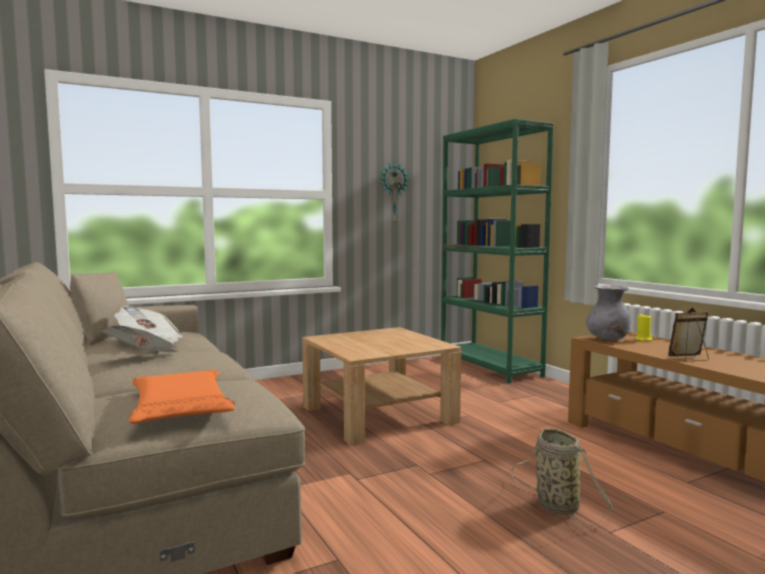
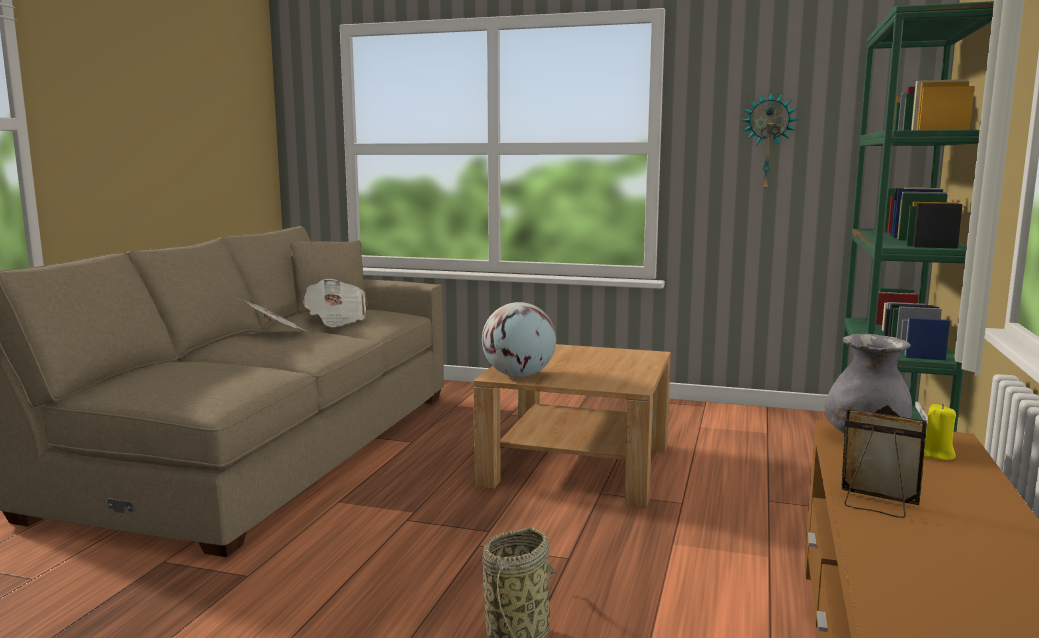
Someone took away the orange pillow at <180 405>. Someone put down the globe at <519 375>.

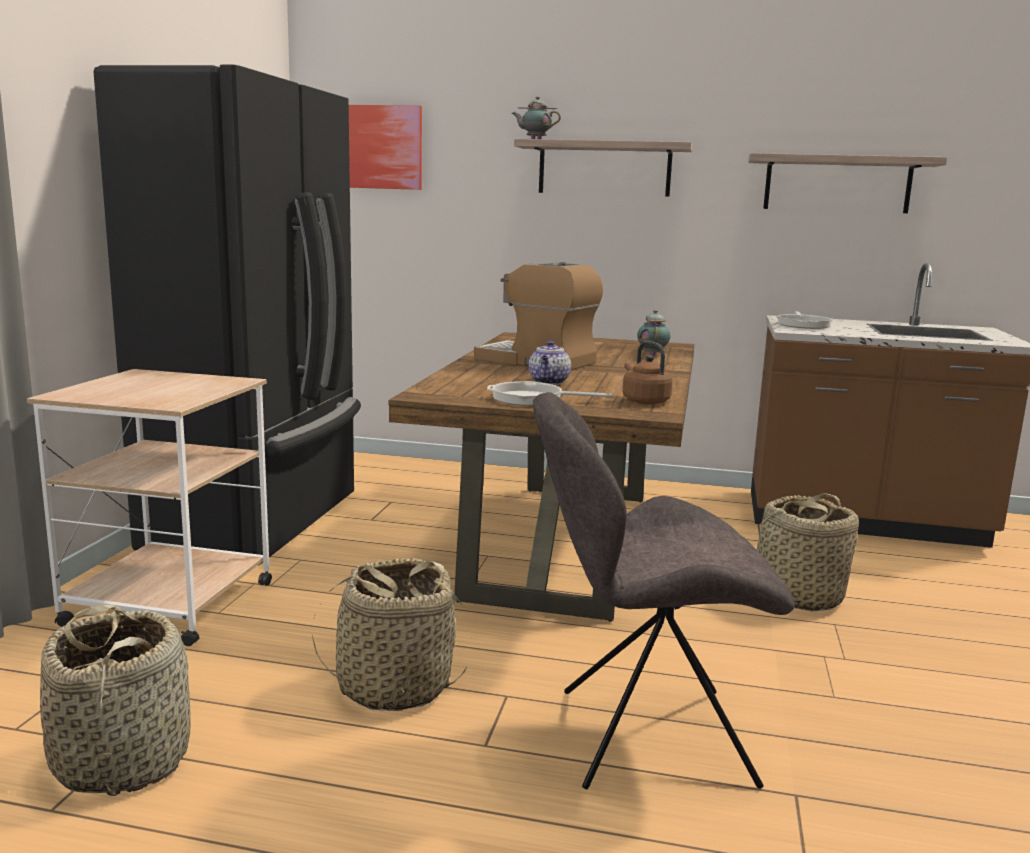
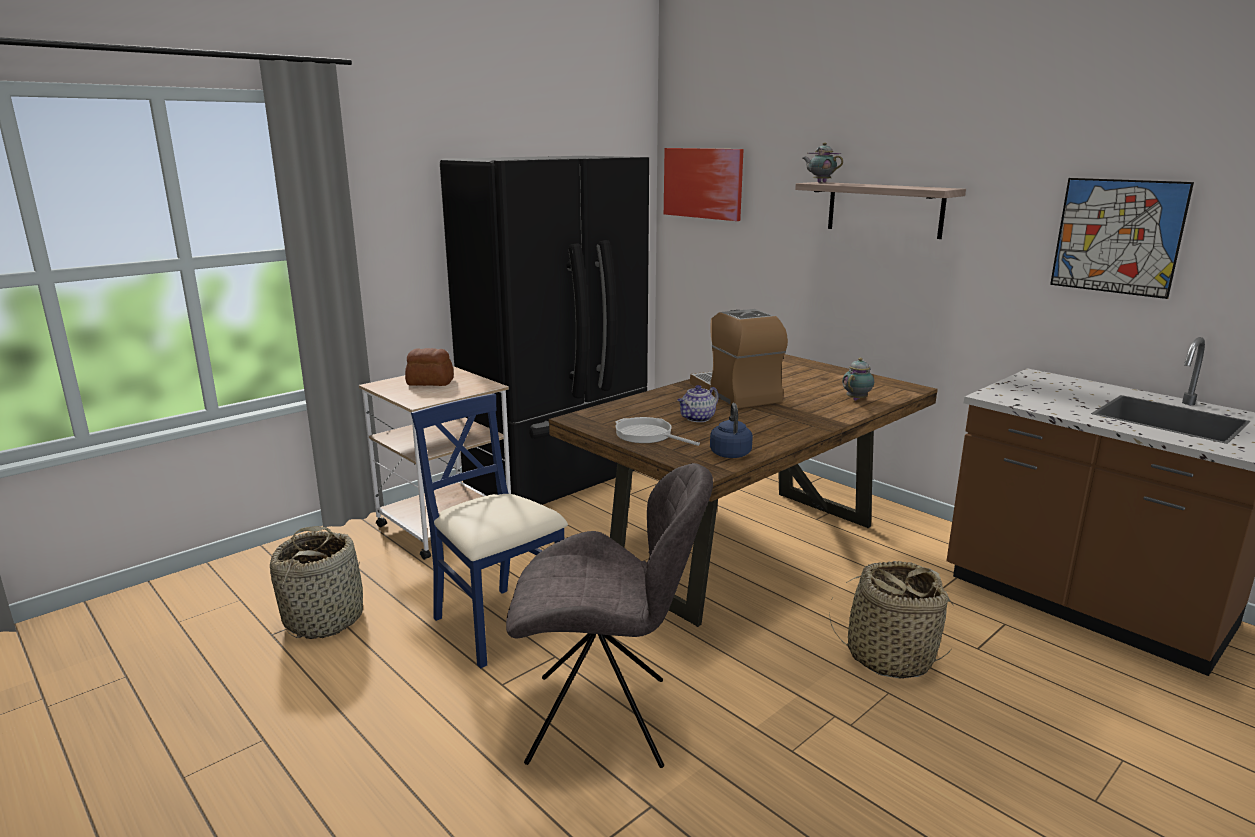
Someone took away the frying pan at <803 324>. Someone put down the bread at <430 382>. Someone swapped the basket at <394 686> for the blue chair at <498 625>. Someone swapped the shelf at <837 184> for the picture at <1117 236>. Someone repainted the brown kettle at <644 401>, which became the blue kettle at <730 453>. Someone rotated the grey chair at <645 736> by 150 degrees clockwise.

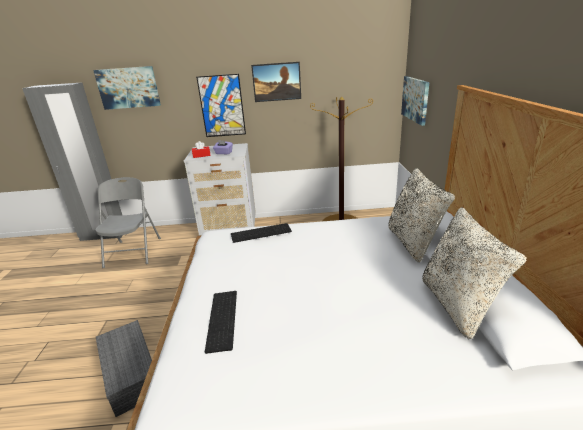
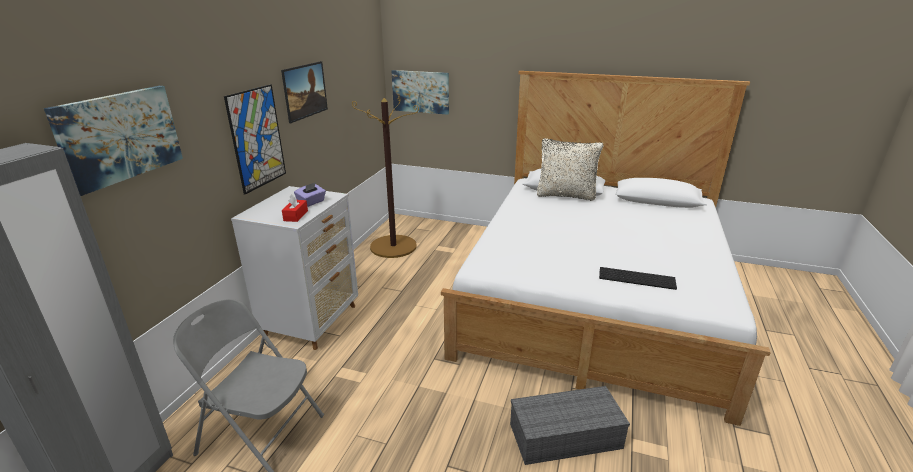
Someone took away the keyboard at <261 232>. Someone took away the beige pillow at <456 308>.

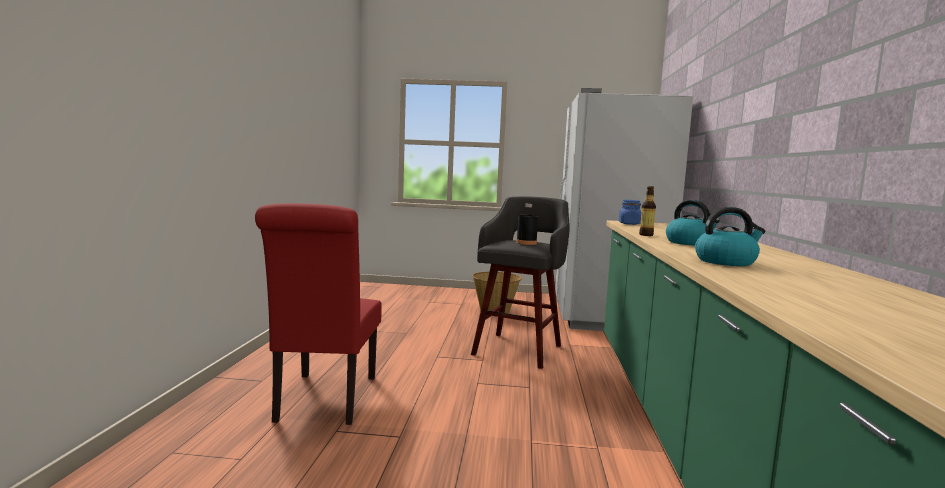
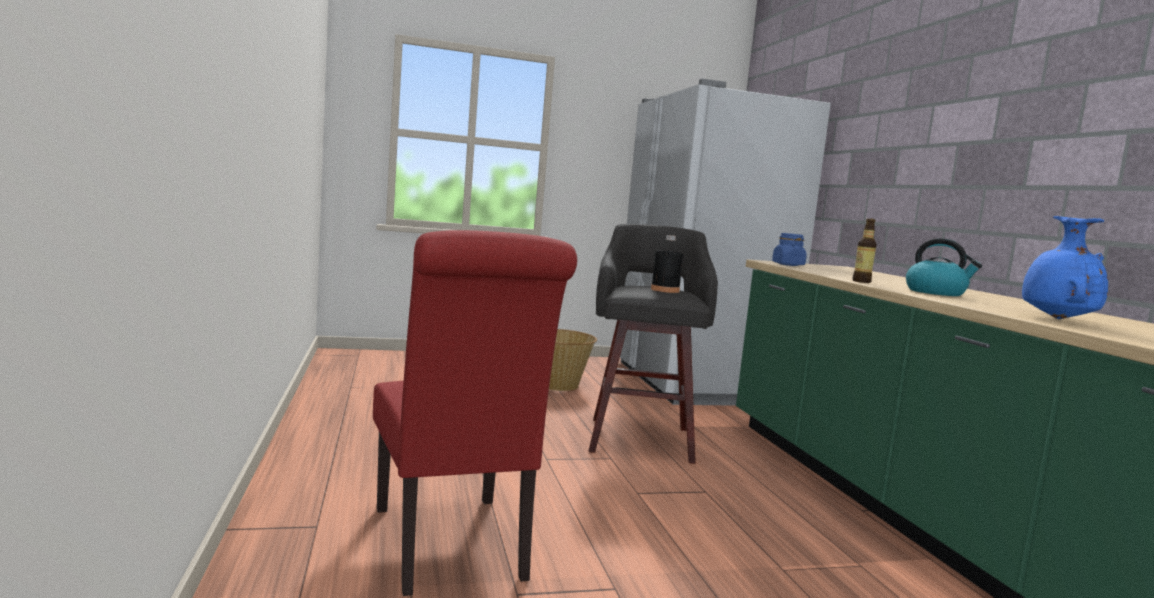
Someone swapped the kettle at <726 262> for the blue vase at <1056 318>.

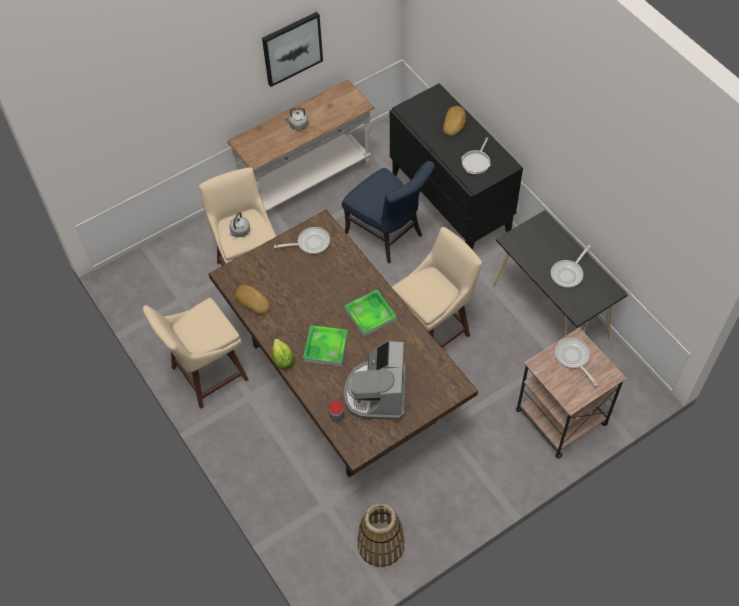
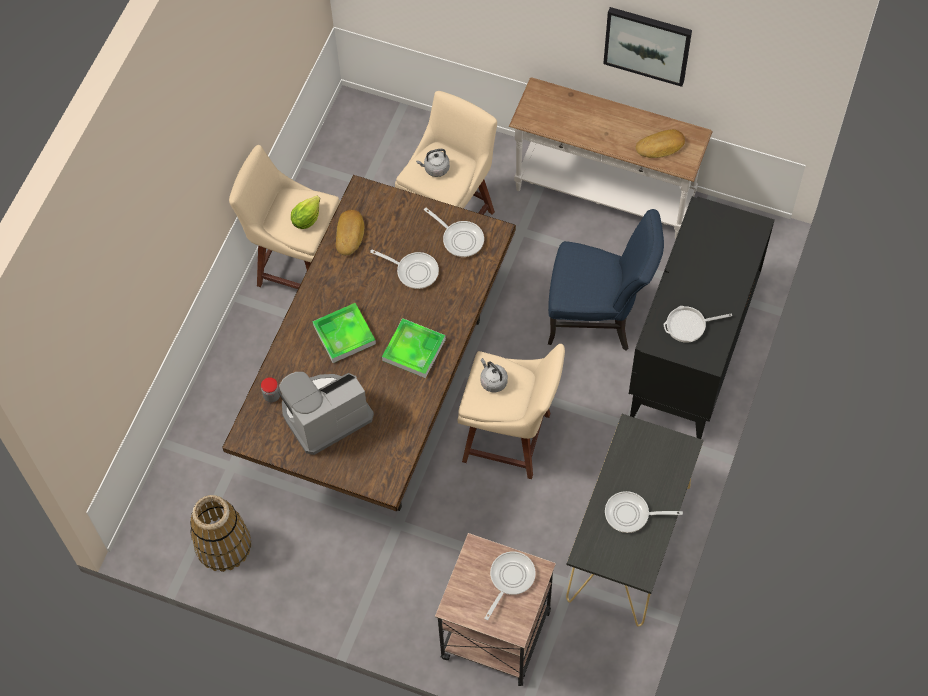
Someone put down the frying pan at <414 271>. Someone carried the lettuce from <283 360> to <306 219>. Someone carried the grey kettle from <297 125> to <492 381>. Someone carried the bread from <454 123> to <660 147>. Someone rotated the blue chair at <388 235> by 90 degrees counterclockwise.

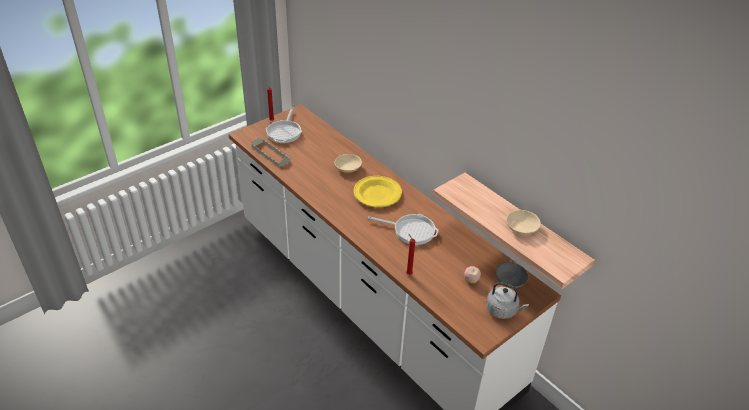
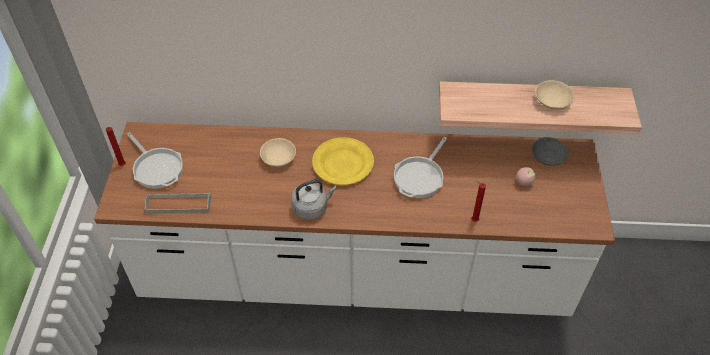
Someone carried the grey kettle from <503 310> to <312 208>. Someone rotated the frying pan at <411 231> by 150 degrees clockwise.

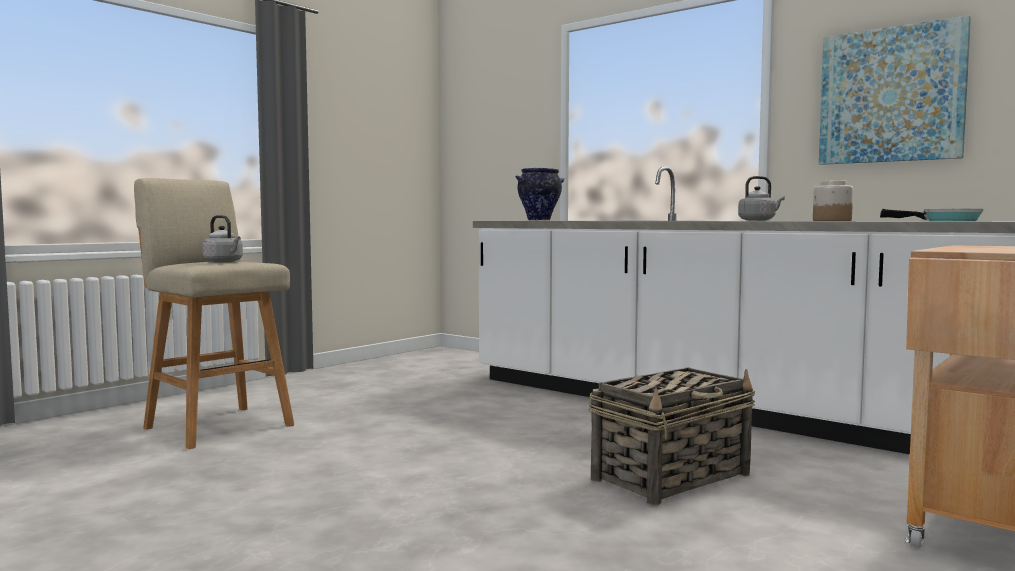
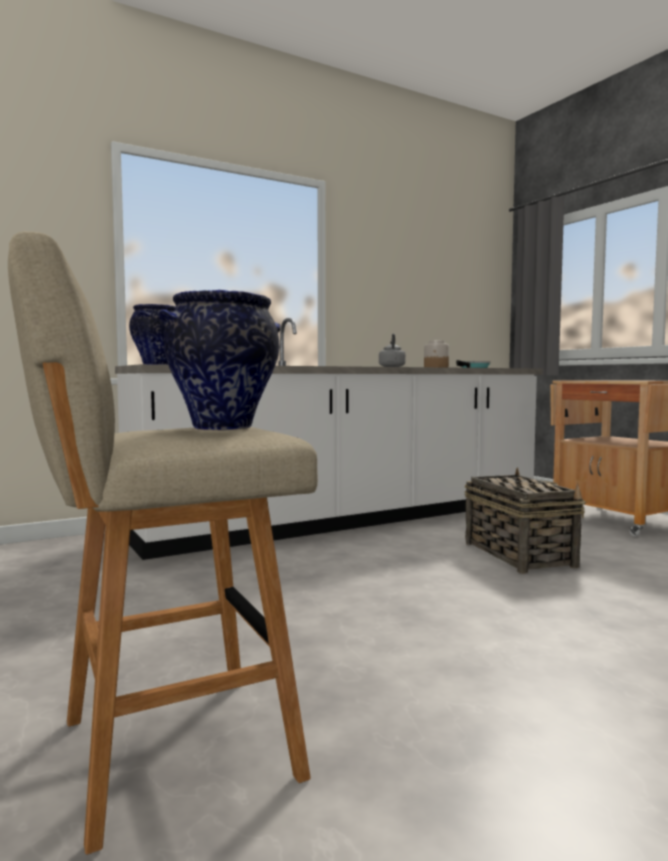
Someone took away the picture at <891 95>. Someone swapped the grey kettle at <224 262> for the vase at <224 428>.

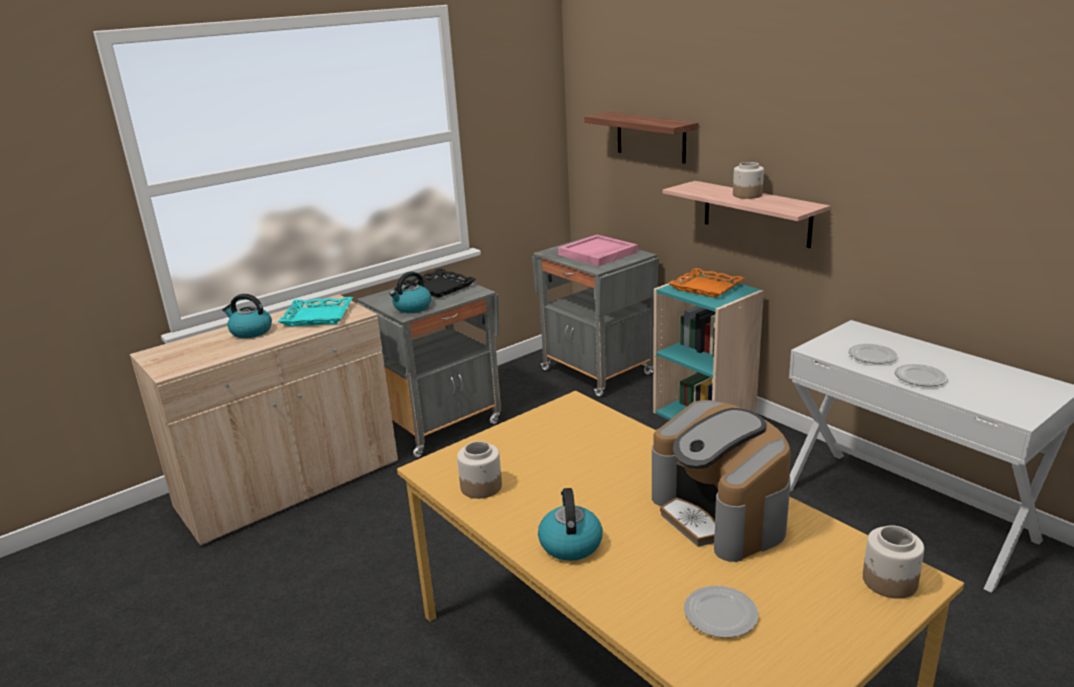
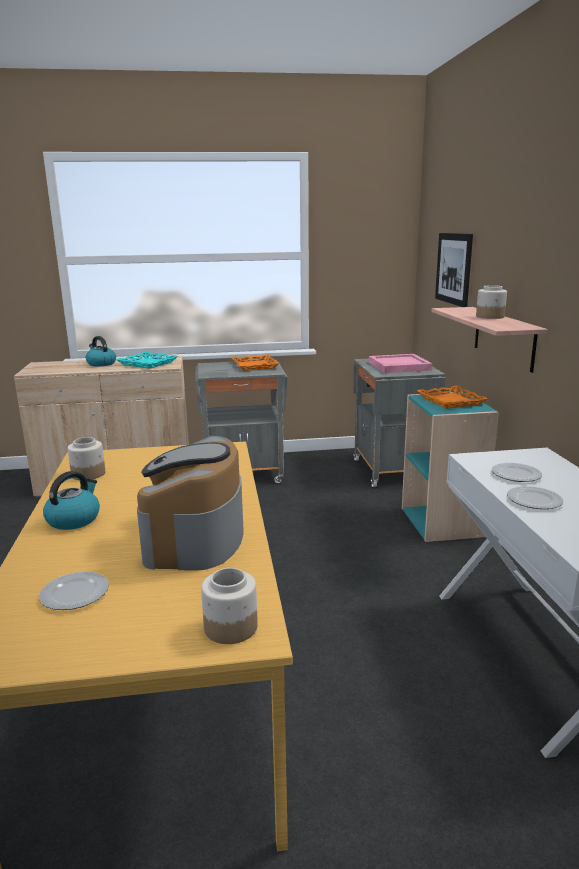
Someone took away the kettle at <412 307>. Someone swapped the shelf at <651 137> for the picture at <453 268>. Someone repainted the black tray at <439 287>, which became the orange tray at <254 366>.

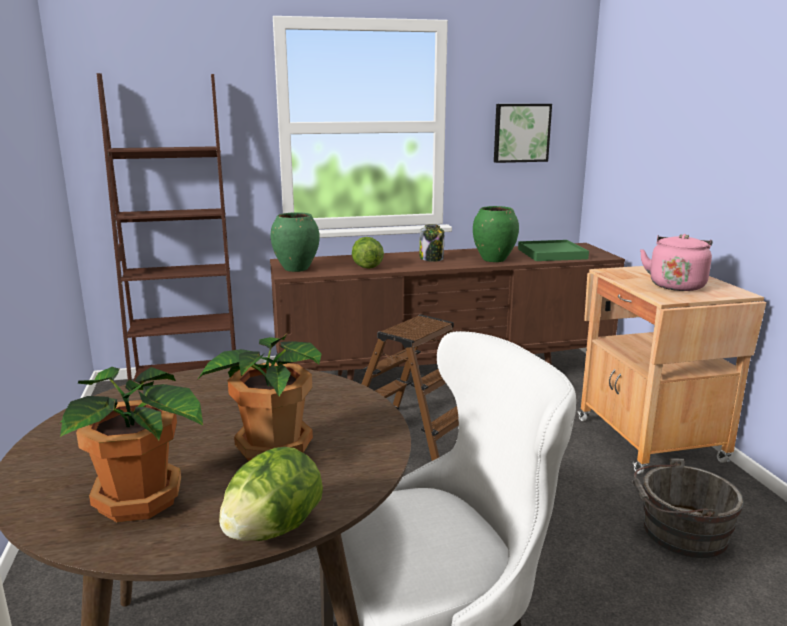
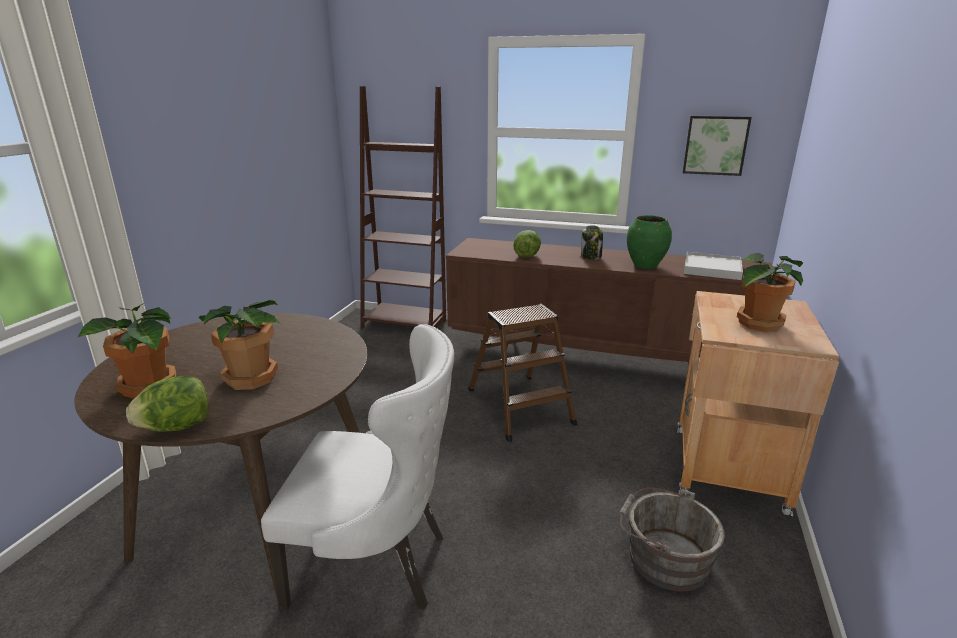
Someone took away the green vase at <295 269>. Someone swapped the pink kettle at <676 285> for the potted plant at <757 323>. Someone repainted the green tray at <551 254>, which became the white tray at <711 269>.

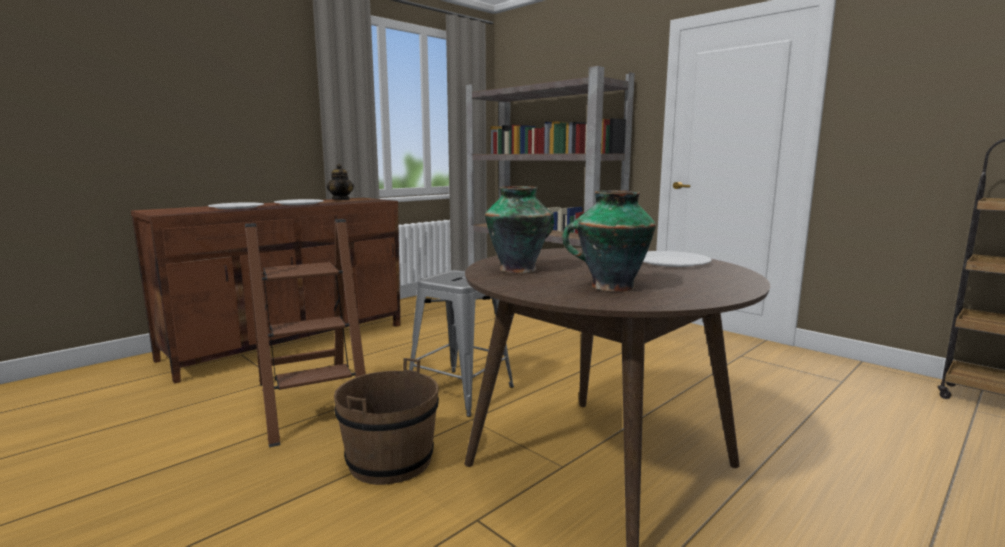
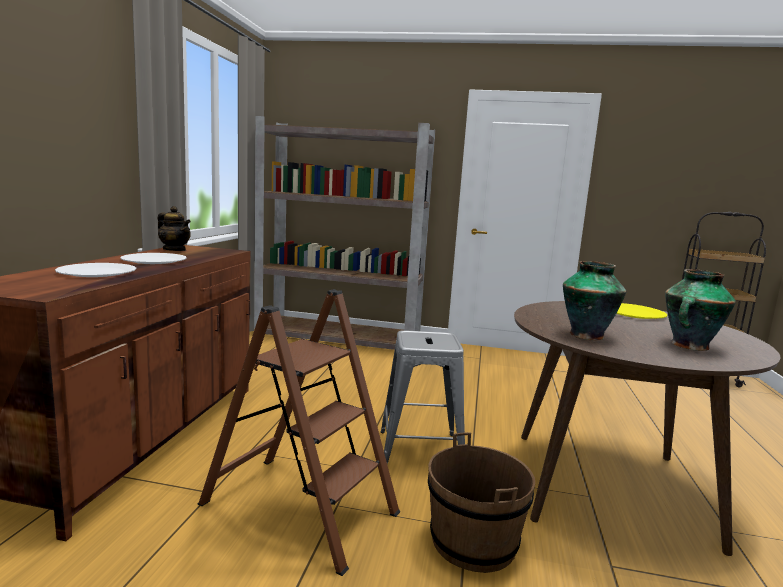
Someone repainted the white plate at <670 261>, which became the yellow plate at <633 313>.

